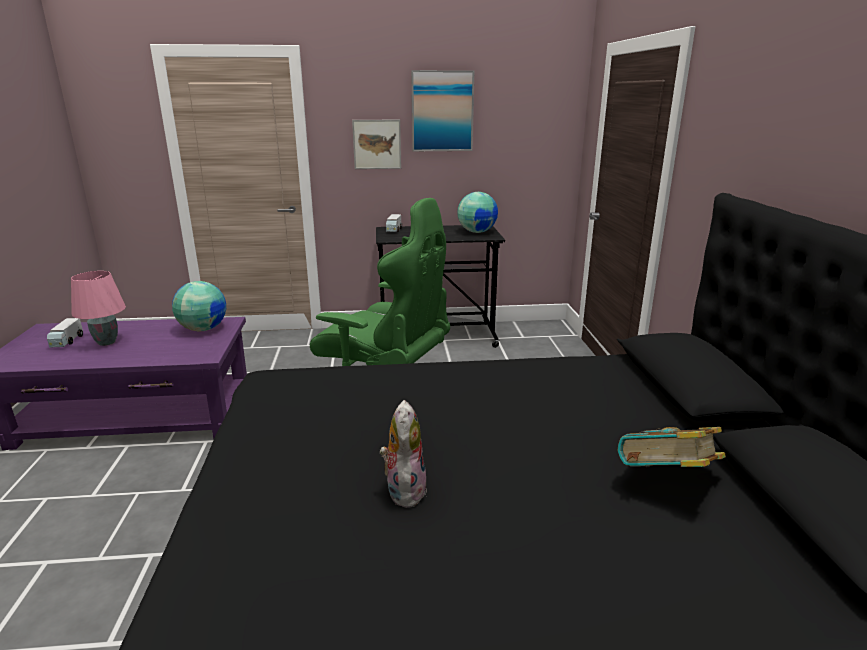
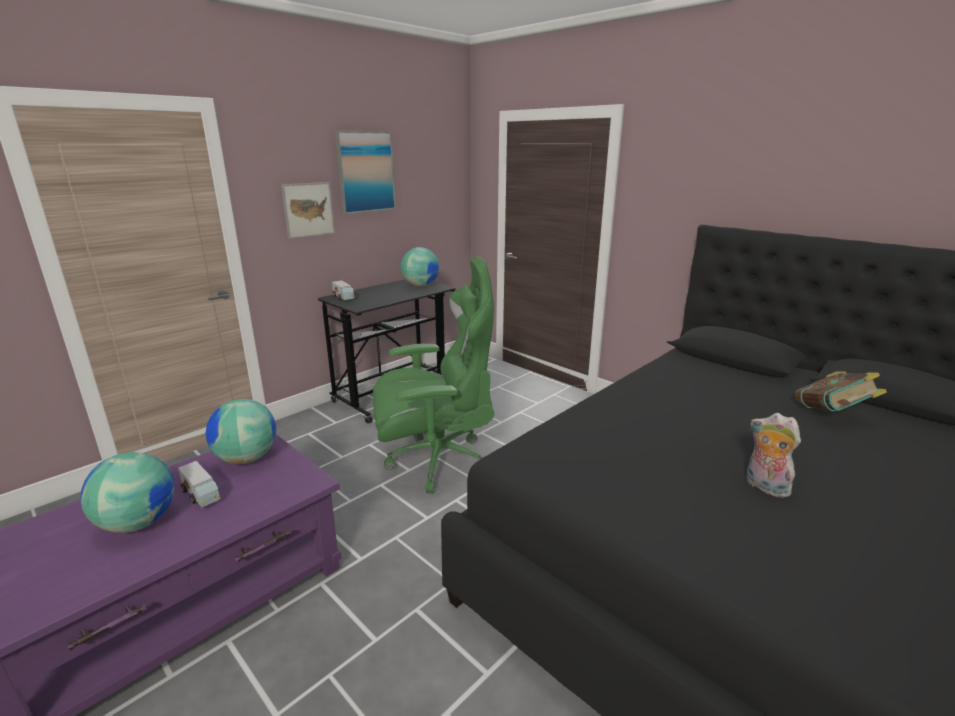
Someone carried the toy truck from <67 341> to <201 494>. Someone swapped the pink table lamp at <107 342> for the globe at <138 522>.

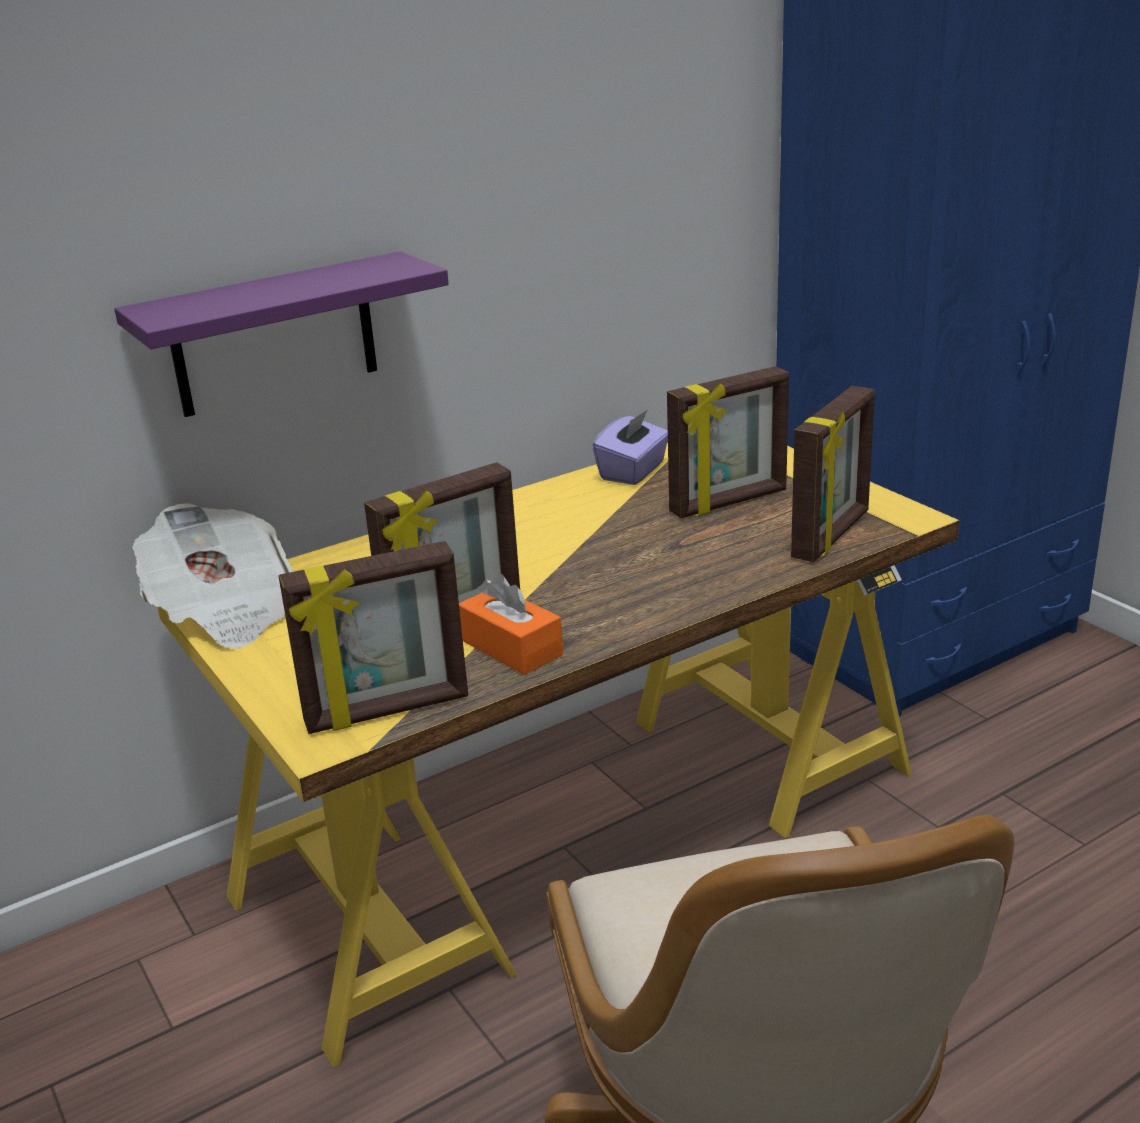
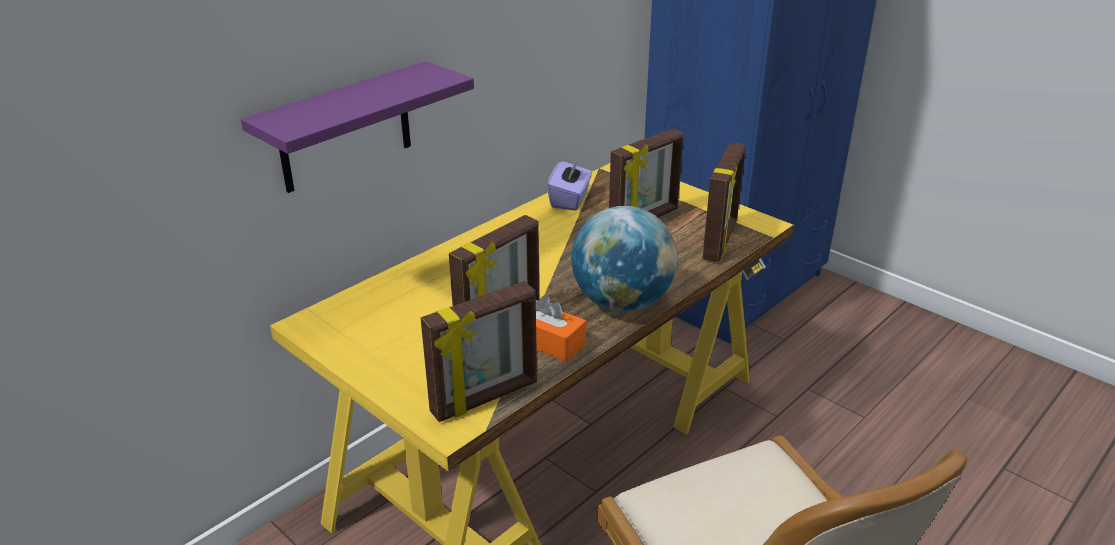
Someone took away the newspaper at <225 612>. Someone put down the globe at <622 302>.

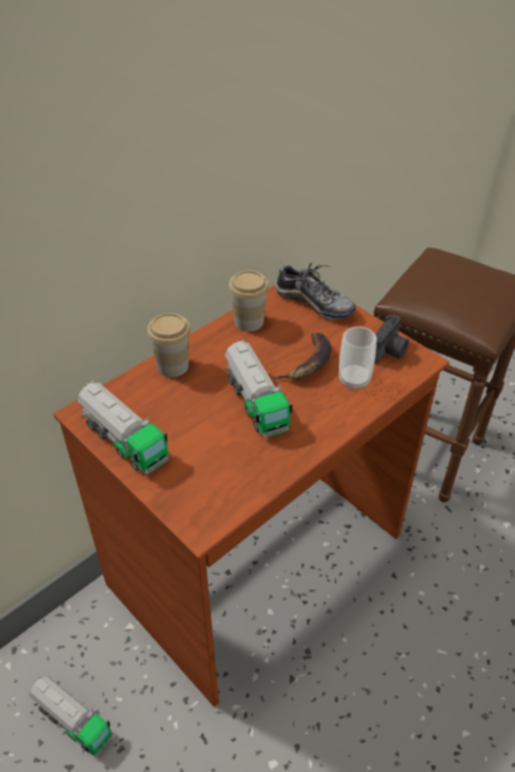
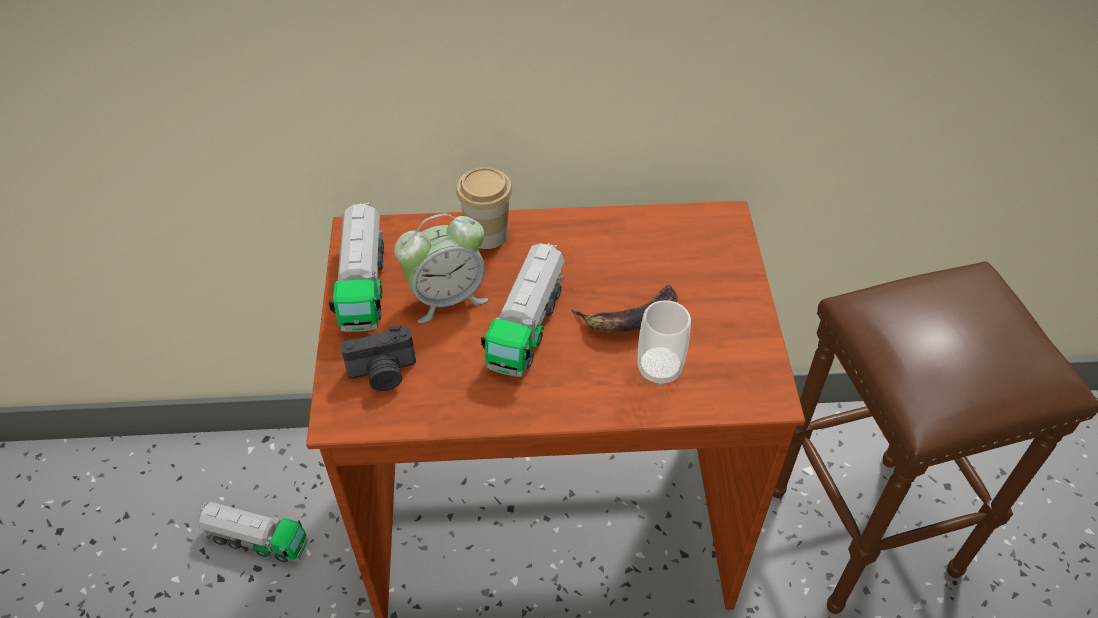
Someone took away the cup at <249 322>. Someone took away the shoe at <314 303>. Someone put down the alarm clock at <447 297>. Someone carried the photo camera from <388 352> to <383 374>. Someone rotated the toy truck at <73 720> by 60 degrees counterclockwise.

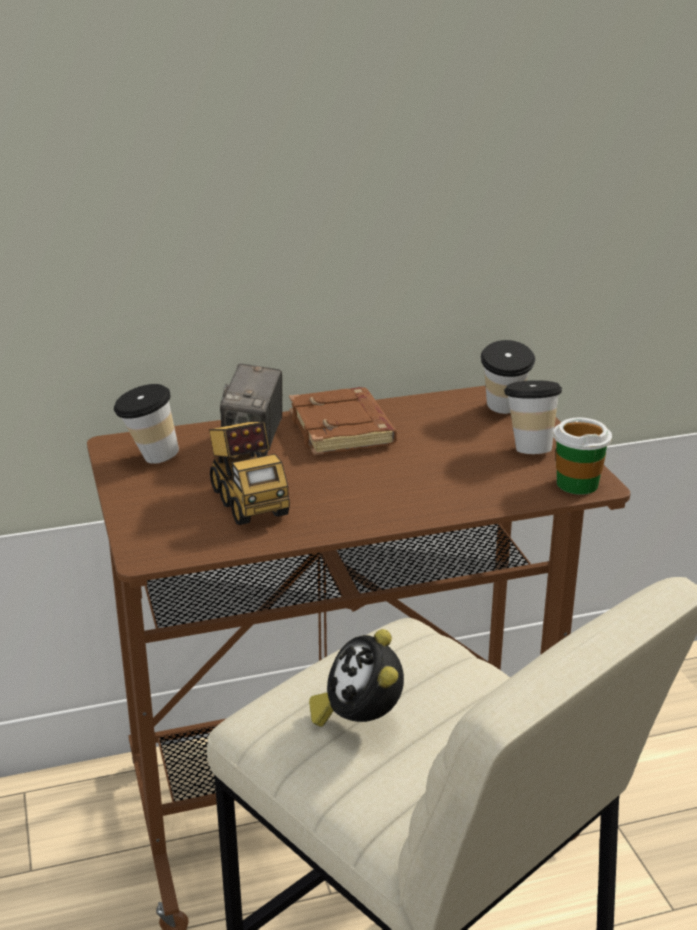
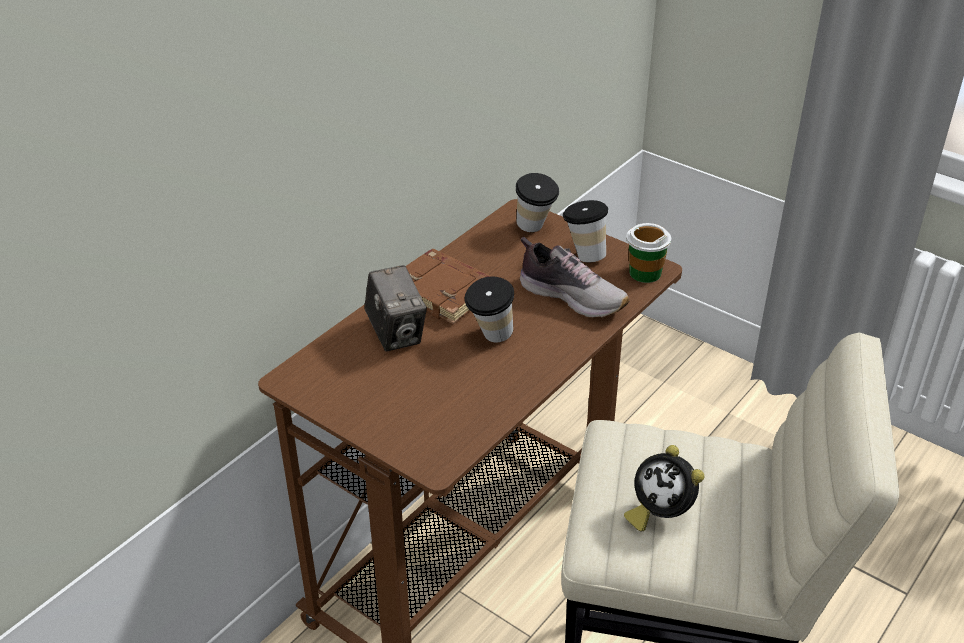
Someone took away the toy truck at <248 501>. Someone put down the shoe at <572 296>. Someone carried the cup from <149 458> to <490 338>.

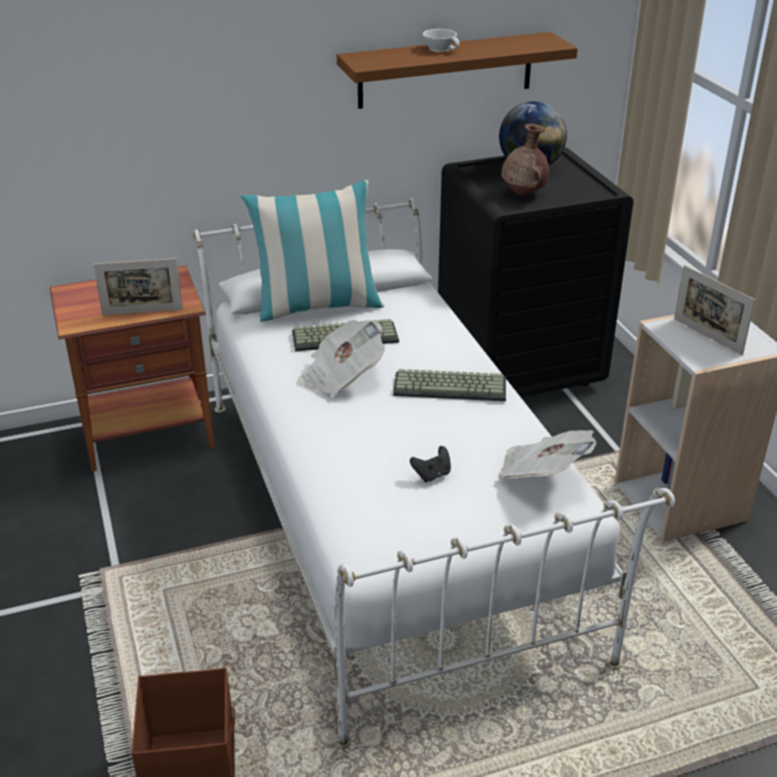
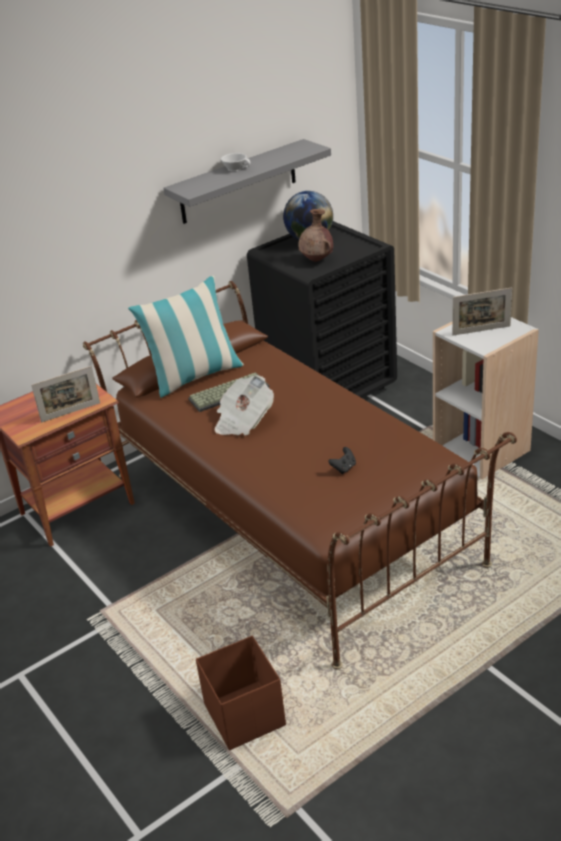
Someone took away the keyboard at <451 386>. Someone took away the newspaper at <542 474>. Someone repainted the white bed at <387 520>, which became the brown bed at <290 518>. Someone repainted the brown shelf at <445 70>, which became the grey shelf at <238 182>. Someone rotated the picture frame at <707 336> by 45 degrees counterclockwise.

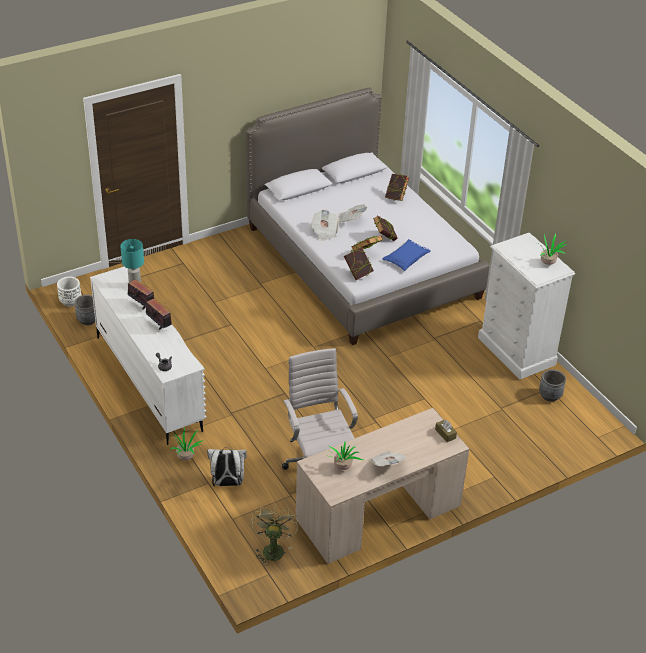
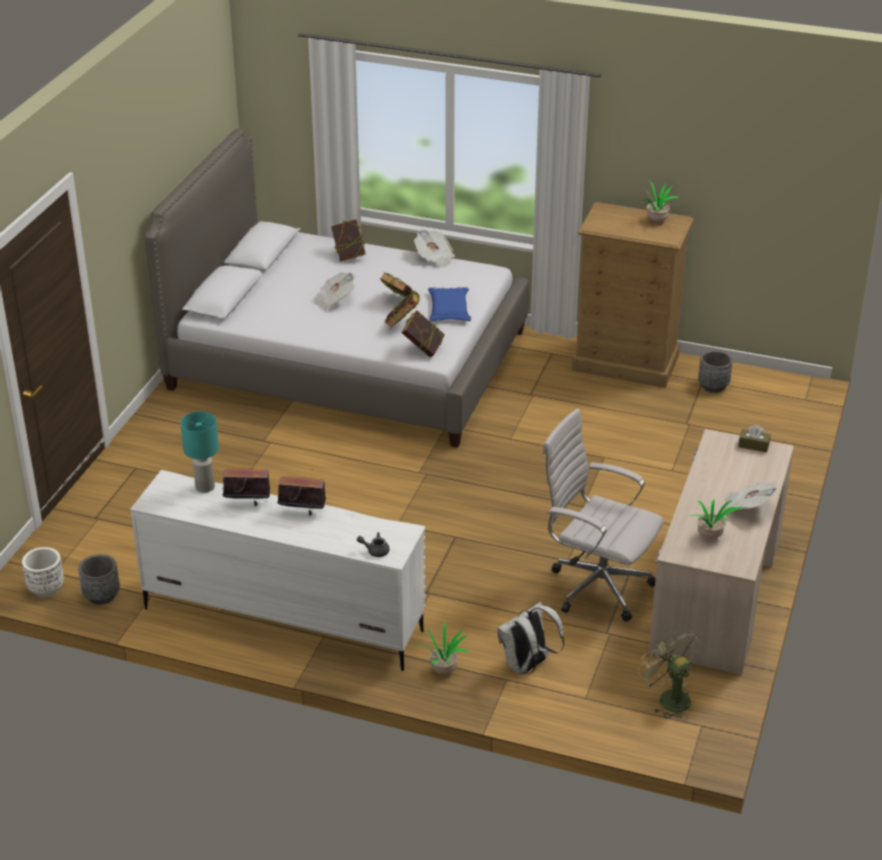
Someone carried the newspaper from <324 232> to <434 258>. Someone repainted the white dresser at <517 351>, which became the brown dresser at <626 363>.

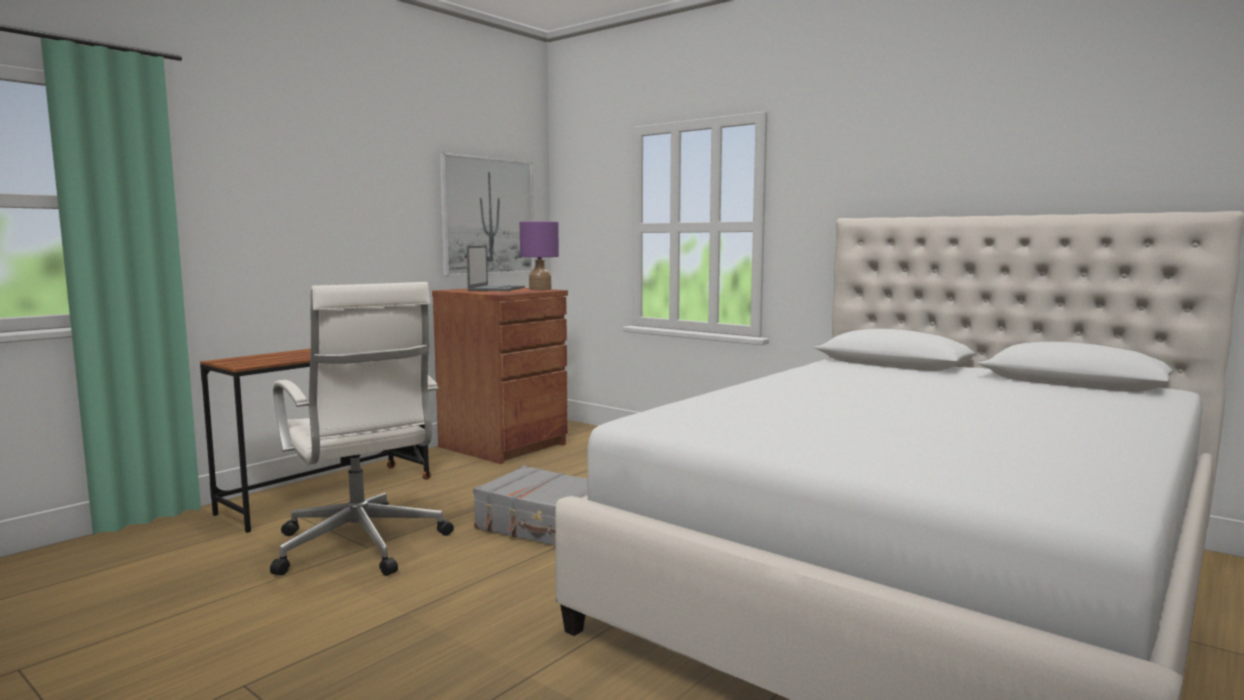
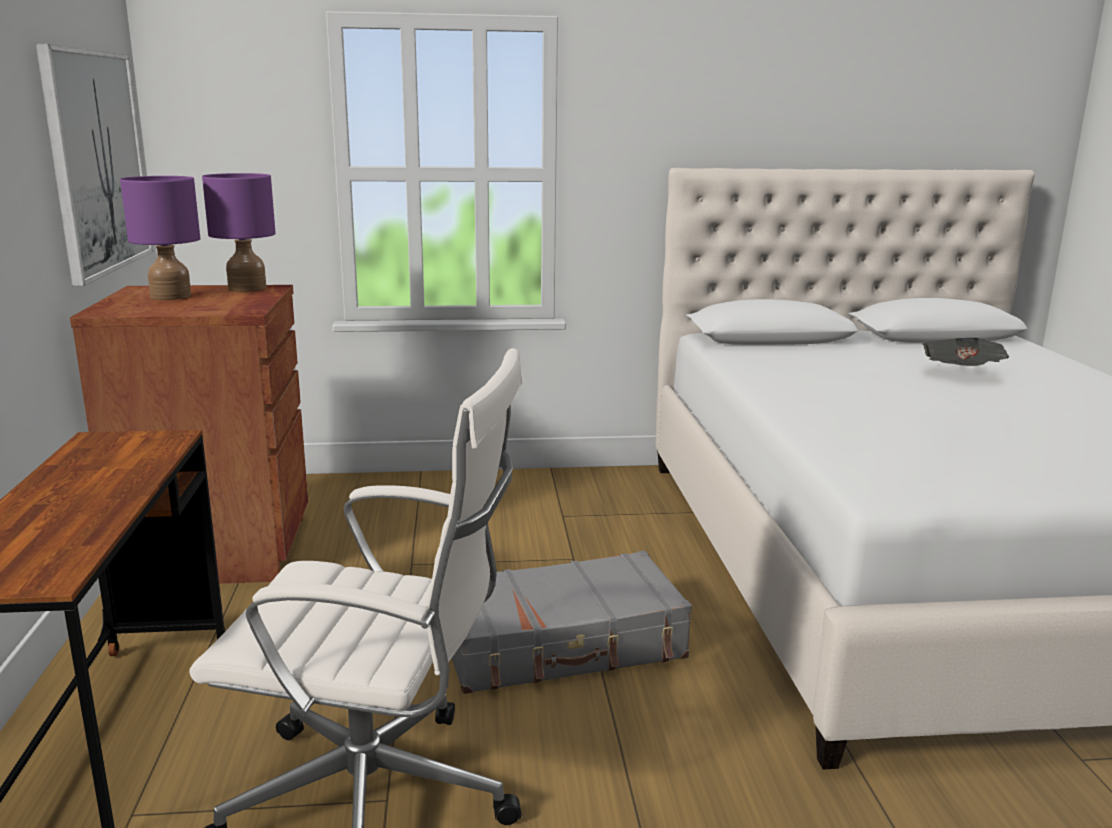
Someone put down the newspaper at <961 374>. Someone swapped the laptop at <496 289> for the purple table lamp at <170 296>.

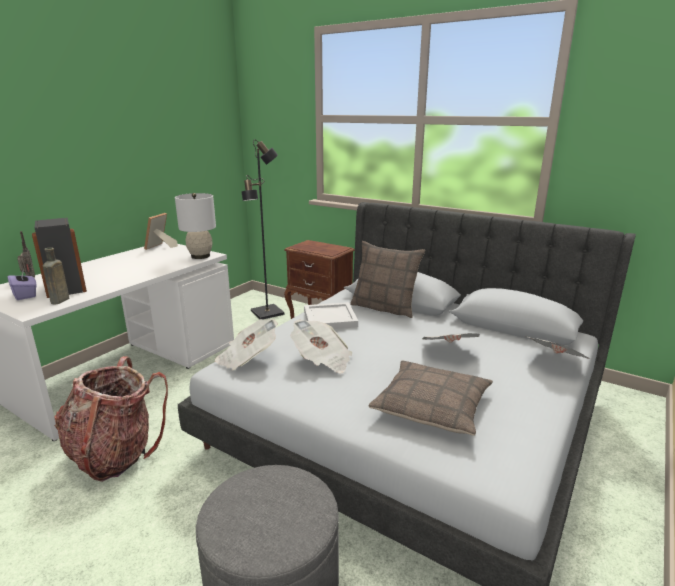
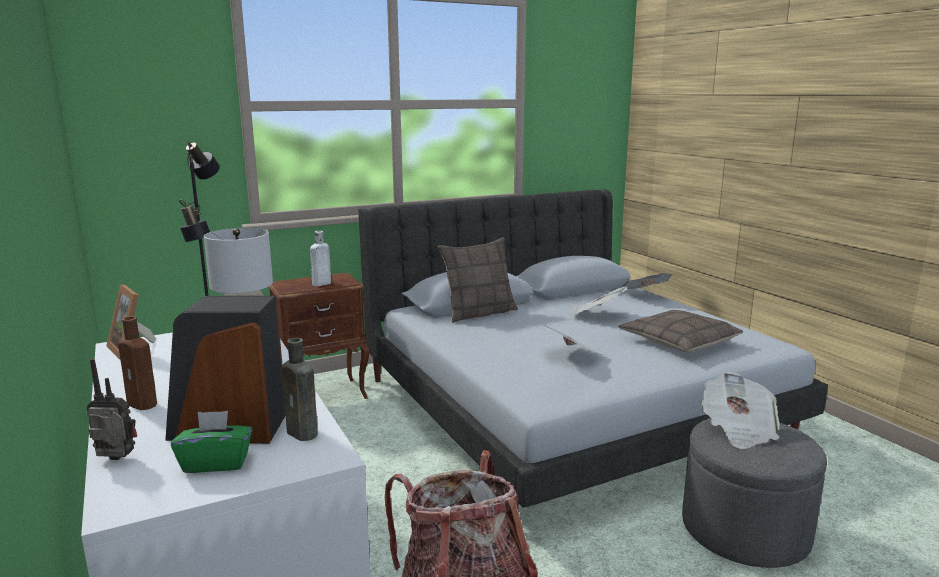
Someone took away the white tray at <331 319>. Someone put down the brown bottle at <143 404>. Someone put down the white bottle at <320 284>. Someone carried the newspaper from <247 359> to <738 429>. Someone repainted the purple tissue box at <25 295>, which became the green tissue box at <216 463>.

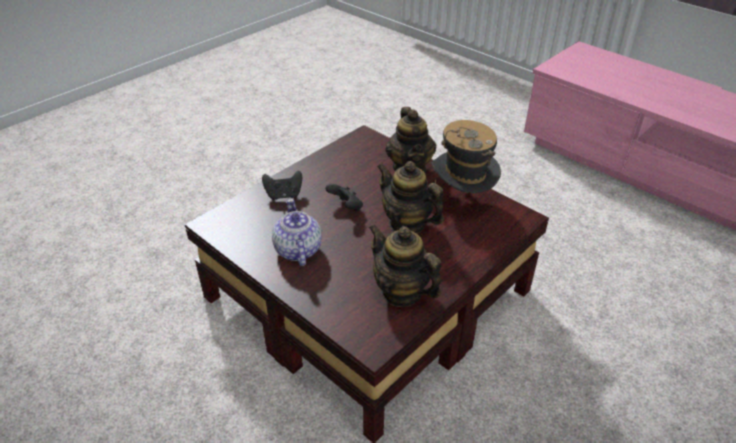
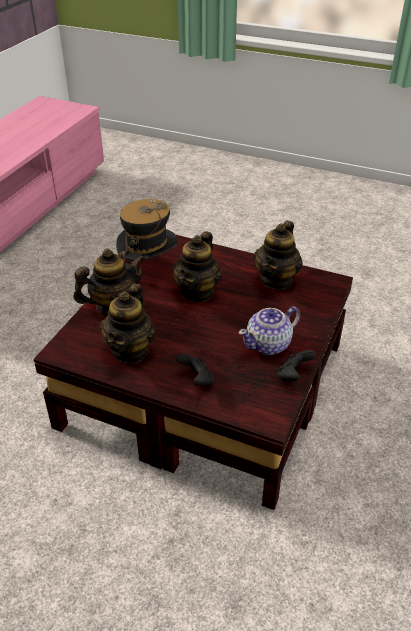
Someone put down the teapot at <131 350>. Someone carried the black game controller from <346 207> to <293 376>.

